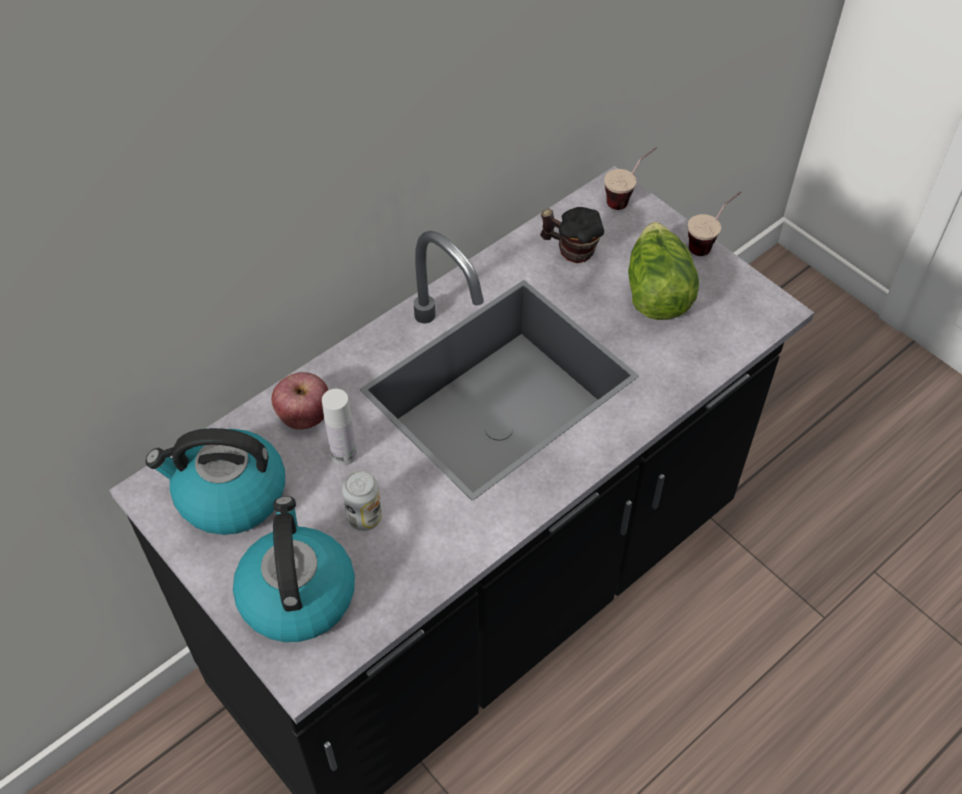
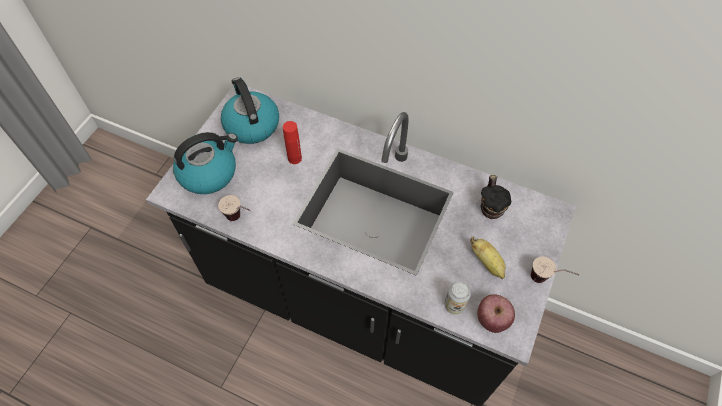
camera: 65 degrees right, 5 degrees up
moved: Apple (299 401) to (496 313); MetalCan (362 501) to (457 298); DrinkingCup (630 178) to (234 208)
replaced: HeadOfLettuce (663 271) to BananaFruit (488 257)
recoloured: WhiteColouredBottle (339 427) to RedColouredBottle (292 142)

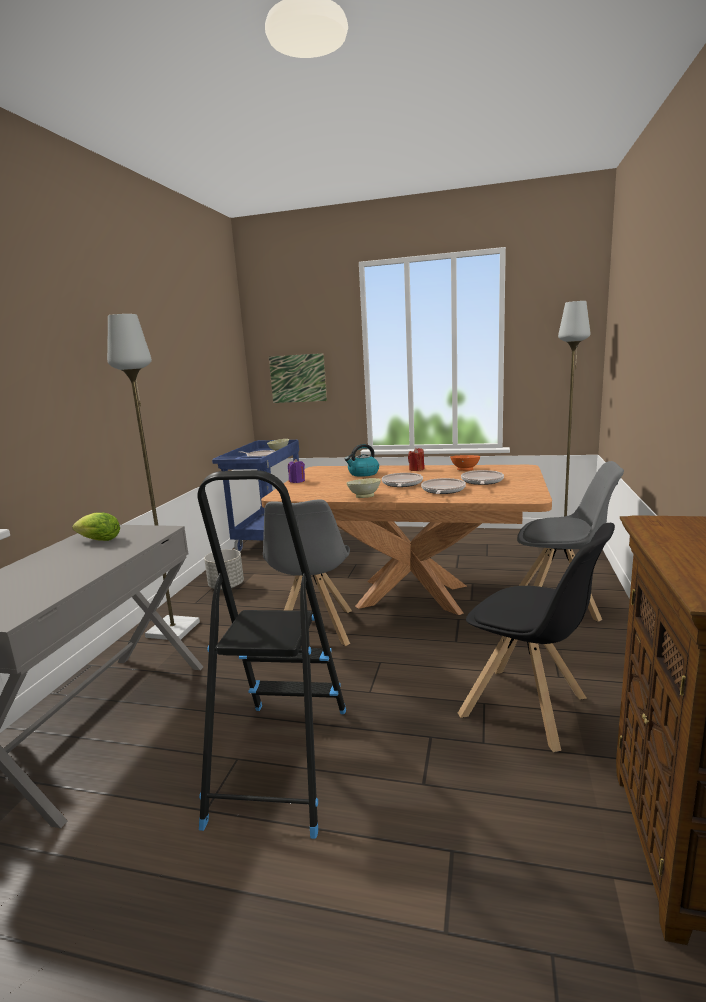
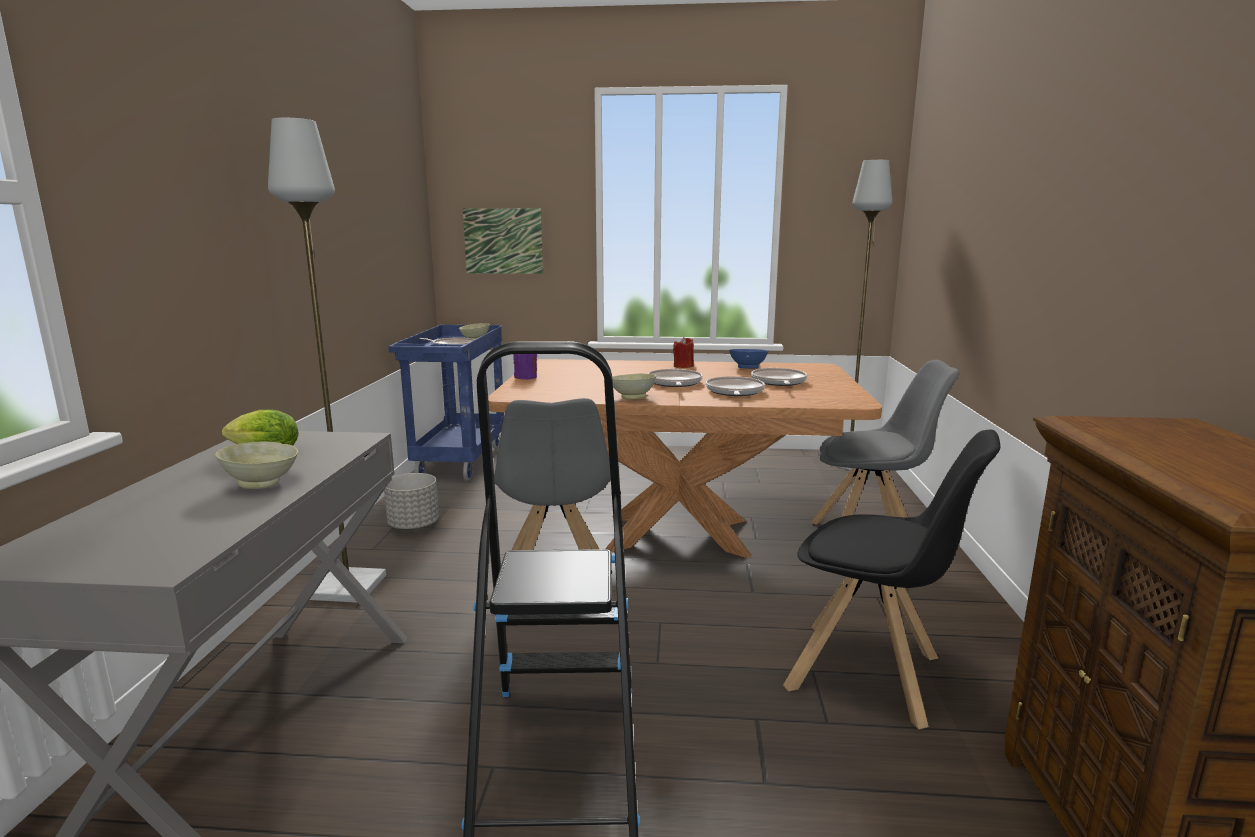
camera: 10 degrees left, 0 degrees up
removed: Kettle (362 460)
added: BeigeServingBowl (256 465)
recoloured: OrangeyServingBowl (465 463) to BlueServingBowl (748 359)

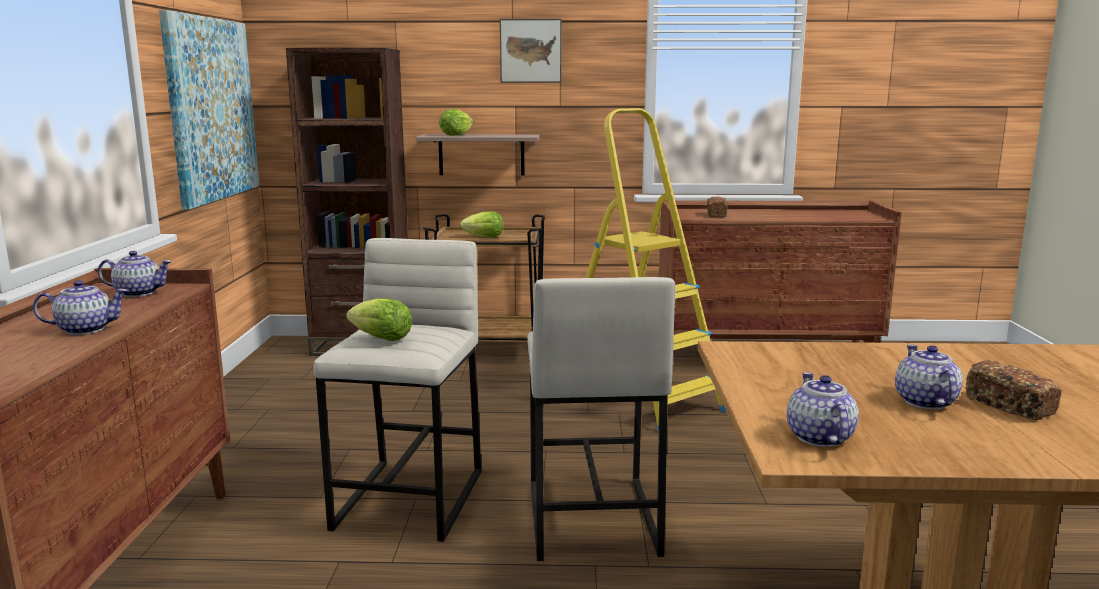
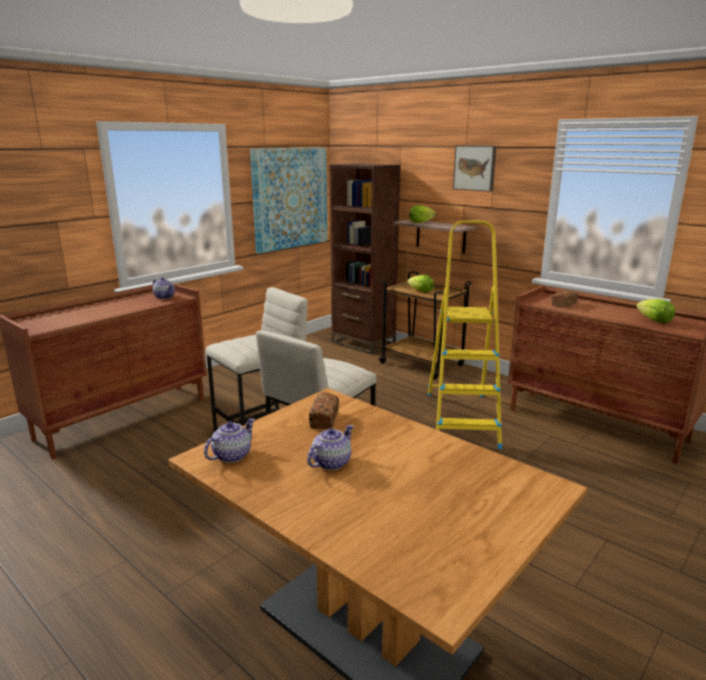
camera: 40 degrees right, 5 degrees up
removed: PotForTea (80 307)
moved: HeadOfLettuce (379 319) to (655 311); Bread (1013 390) to (324 411)

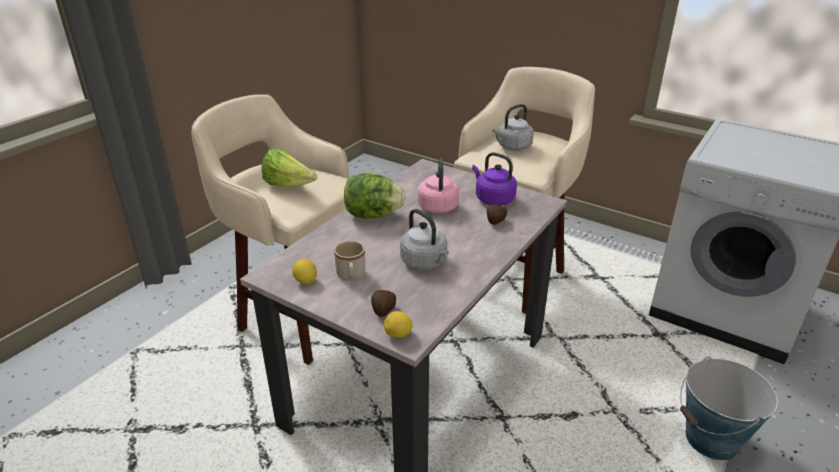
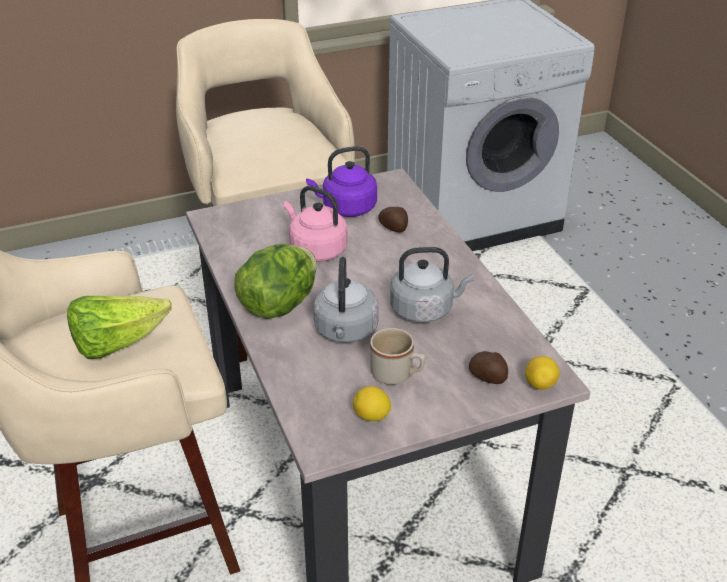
camera: 55 degrees left, 5 degrees up
removed: Bucket (729 408)
moved: GreyKettle (513 127) to (346 300)

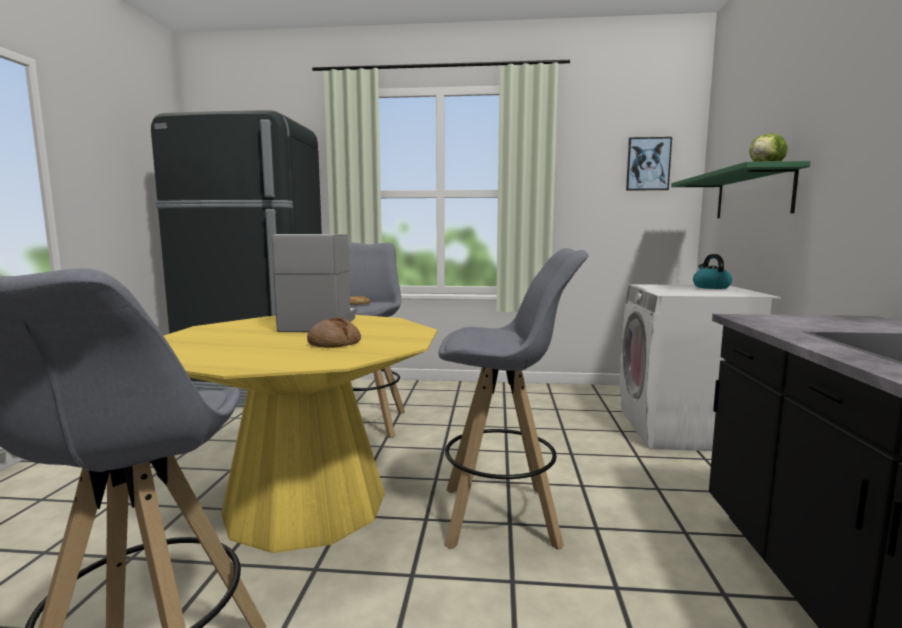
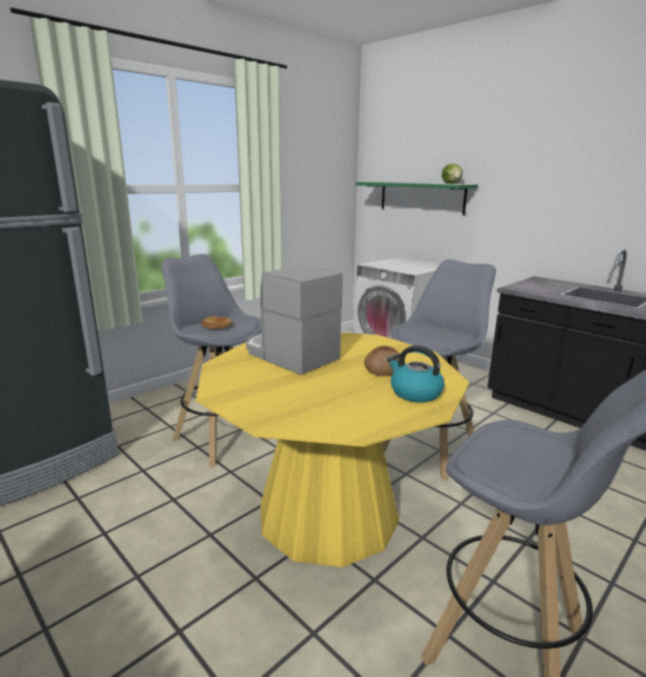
camera: 50 degrees left, 10 degrees up
removed: Picture (649 164)
moved: Kettle (712 271) to (415 373)

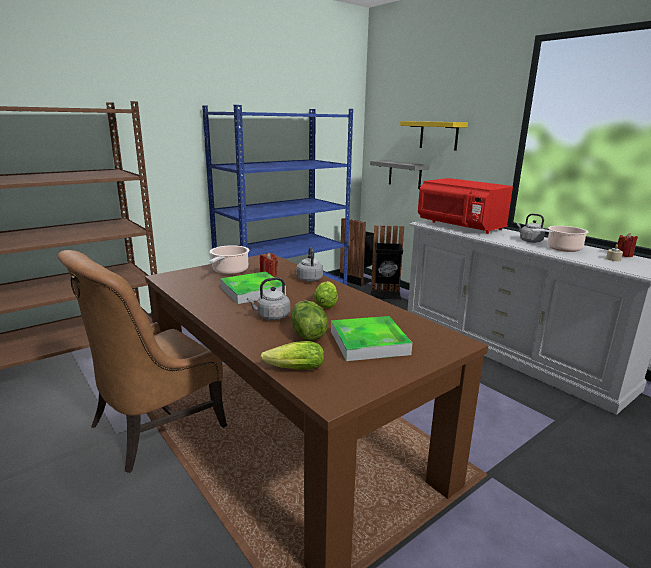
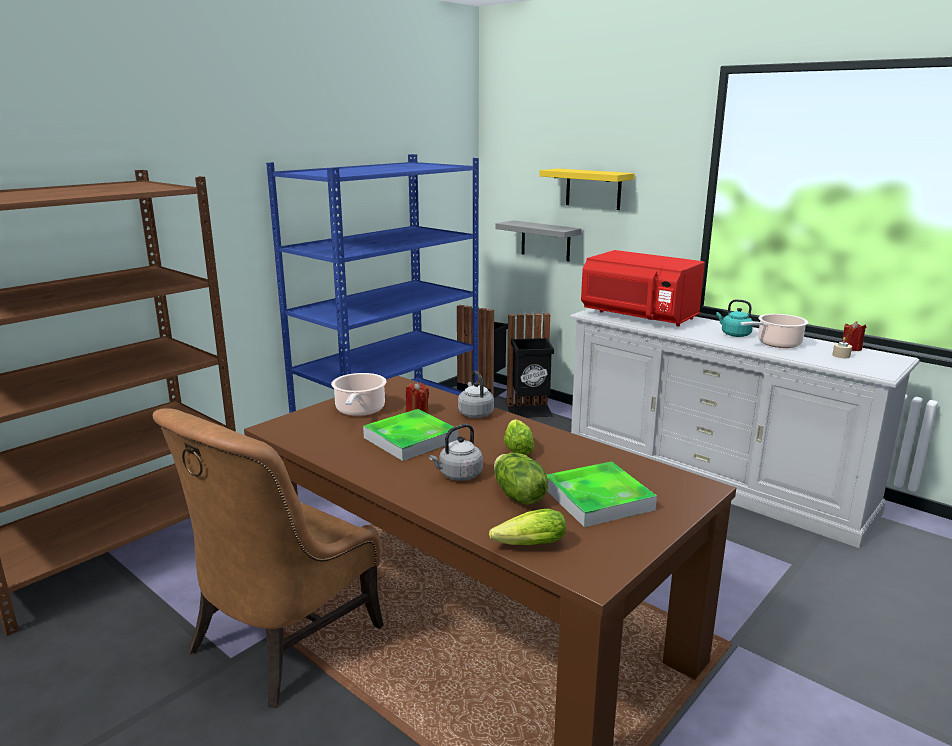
camera: 10 degrees left, 0 degrees up
recoloured: GreyKettle (531 228) to BlueGreenKettle (734 318)

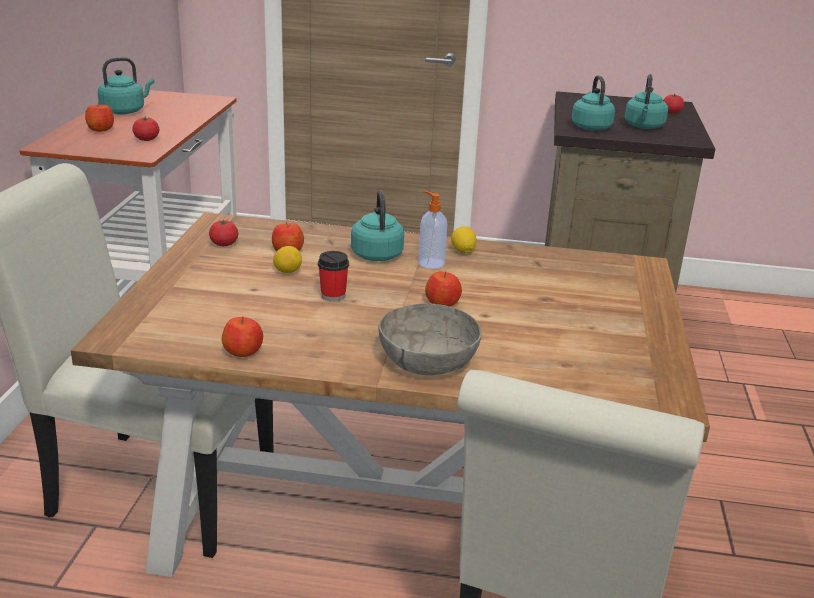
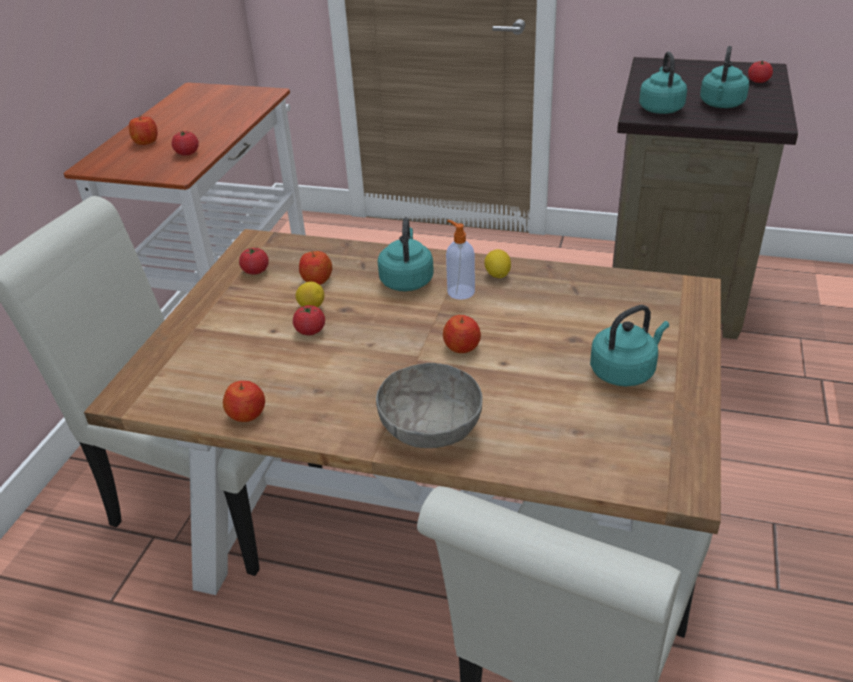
camera: 10 degrees right, 10 degrees up
removed: DrinkingCup (333 276)
added: FreshTomato (309 320)
moved: BlueGreenKettle (126 86) to (629 345)

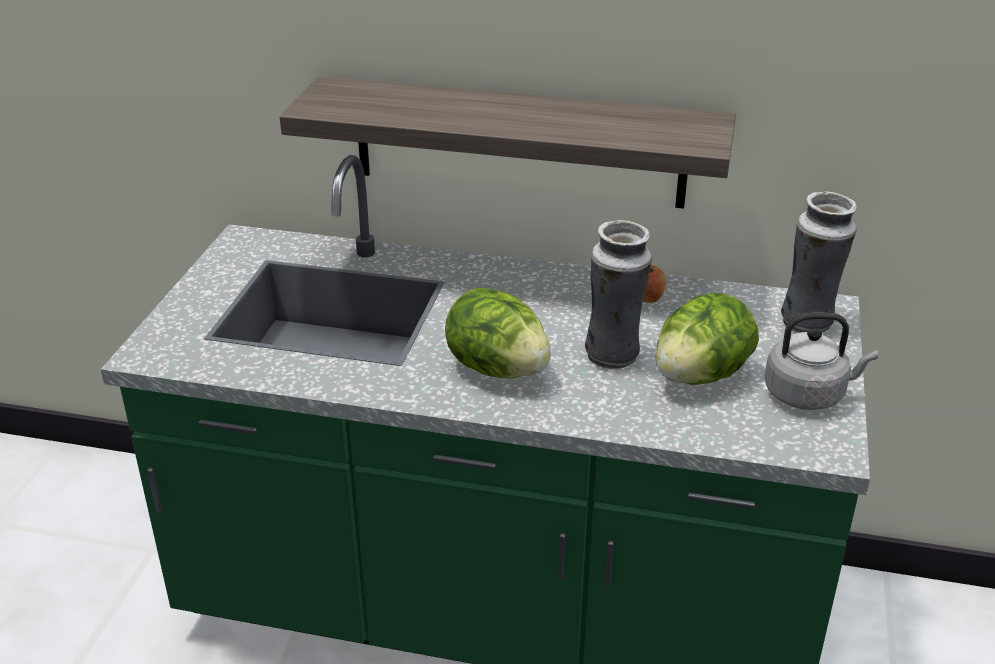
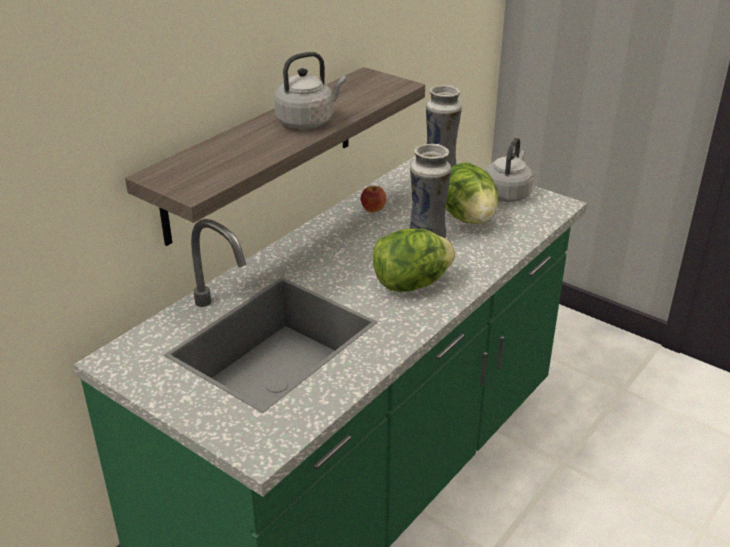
camera: 65 degrees left, 0 degrees up
added: GreyKettle (310 90)

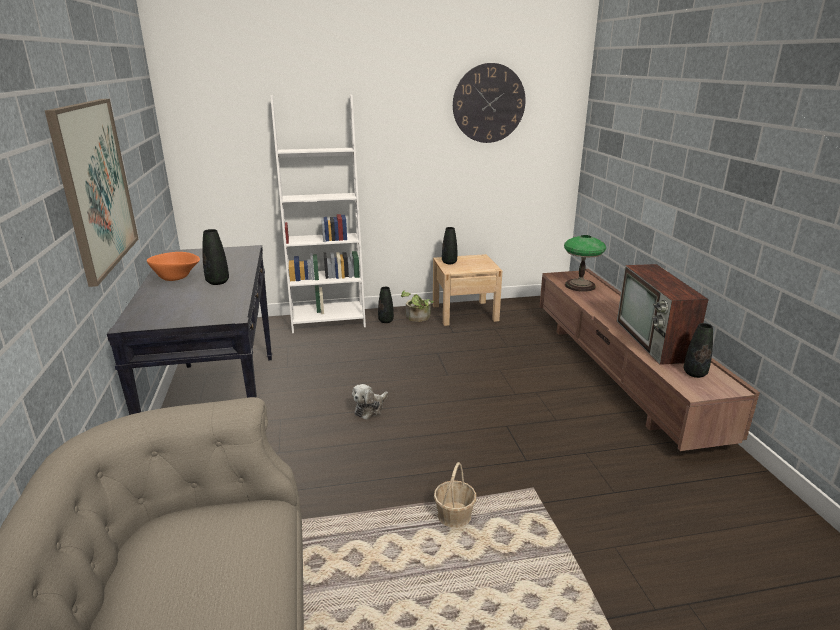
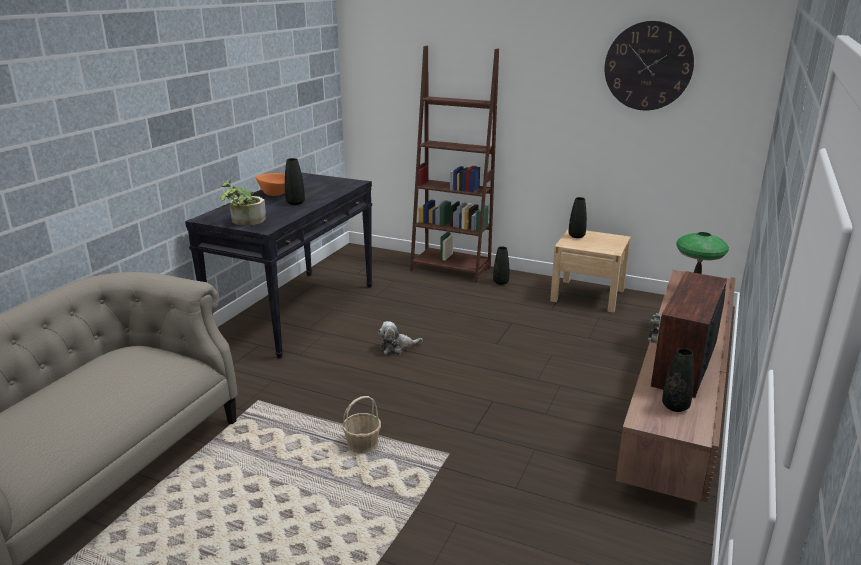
camera: 35 degrees right, 0 degrees up
removed: Picture (91 193)
moved: PottedPlant (417 306) to (243 203)
recoloured: WhiteColouredShelvingUnit (318 214) to BrownShelvingUnit (454 164)

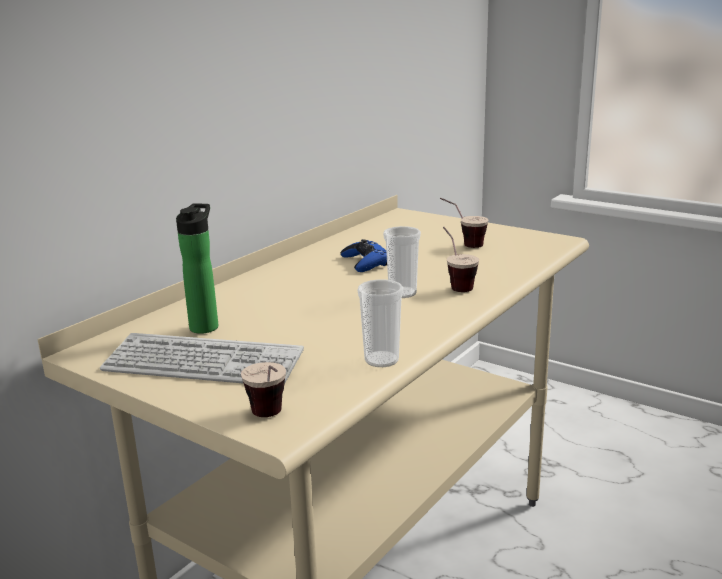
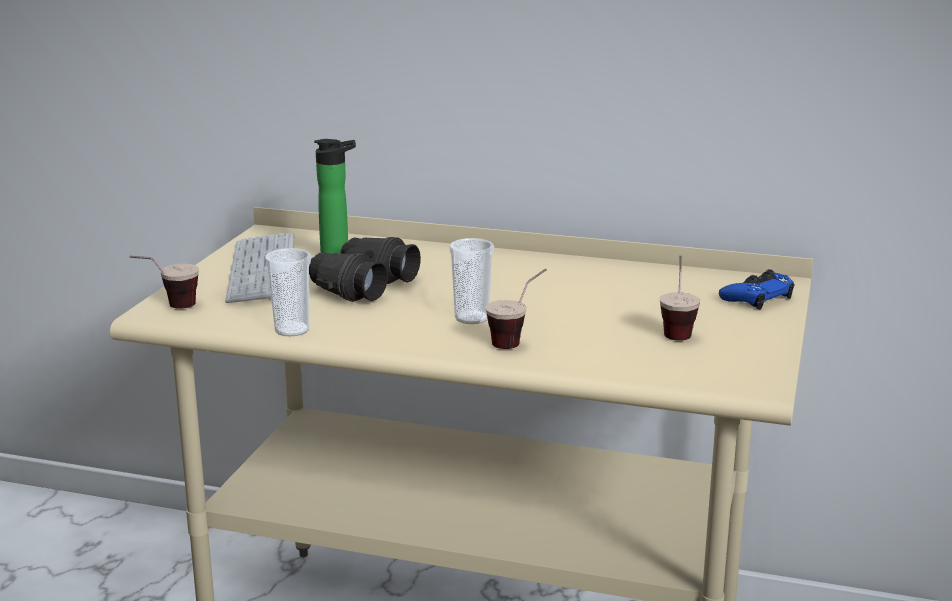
camera: 70 degrees right, 0 degrees up
added: BlackPairOfBinoculars (365 269)
moved: BlueGamepad (363 255) to (756 289)

